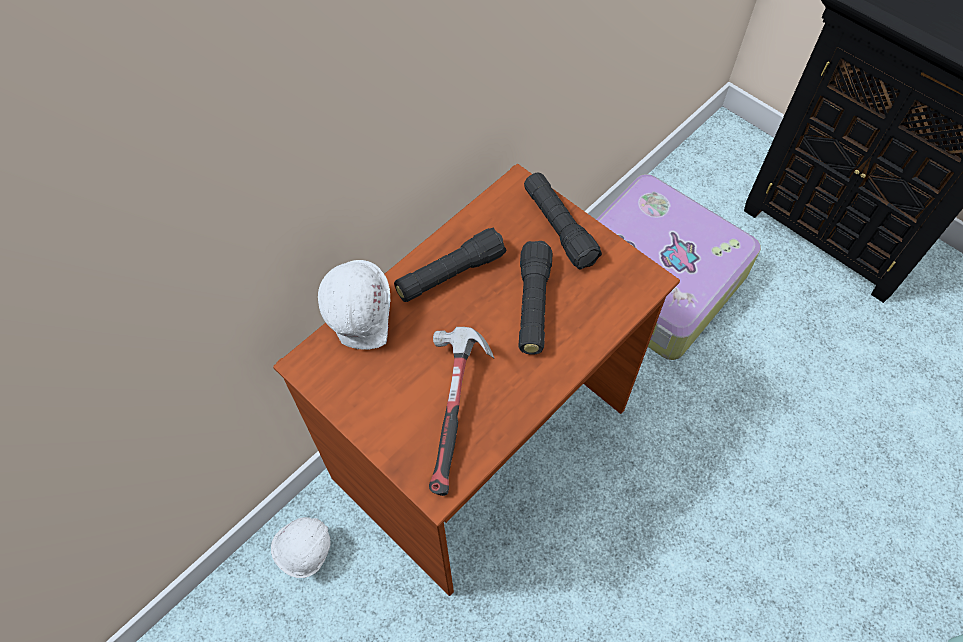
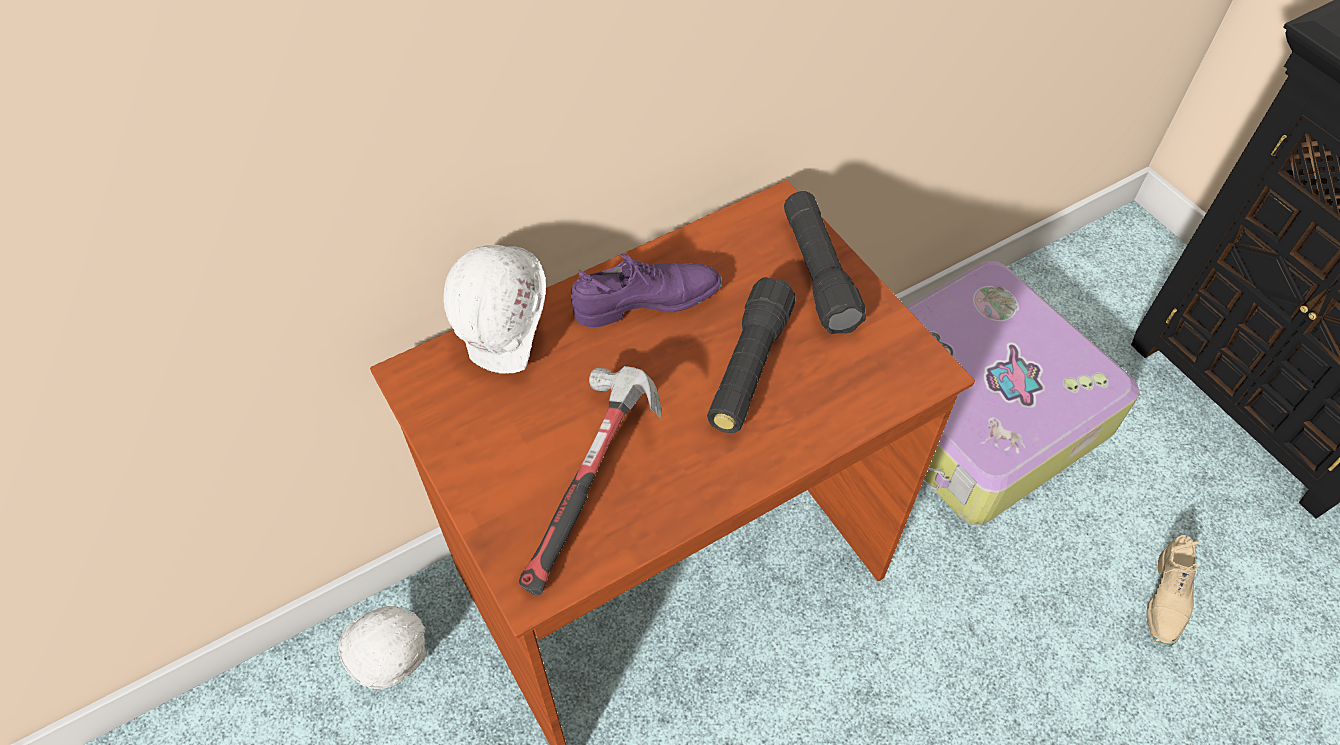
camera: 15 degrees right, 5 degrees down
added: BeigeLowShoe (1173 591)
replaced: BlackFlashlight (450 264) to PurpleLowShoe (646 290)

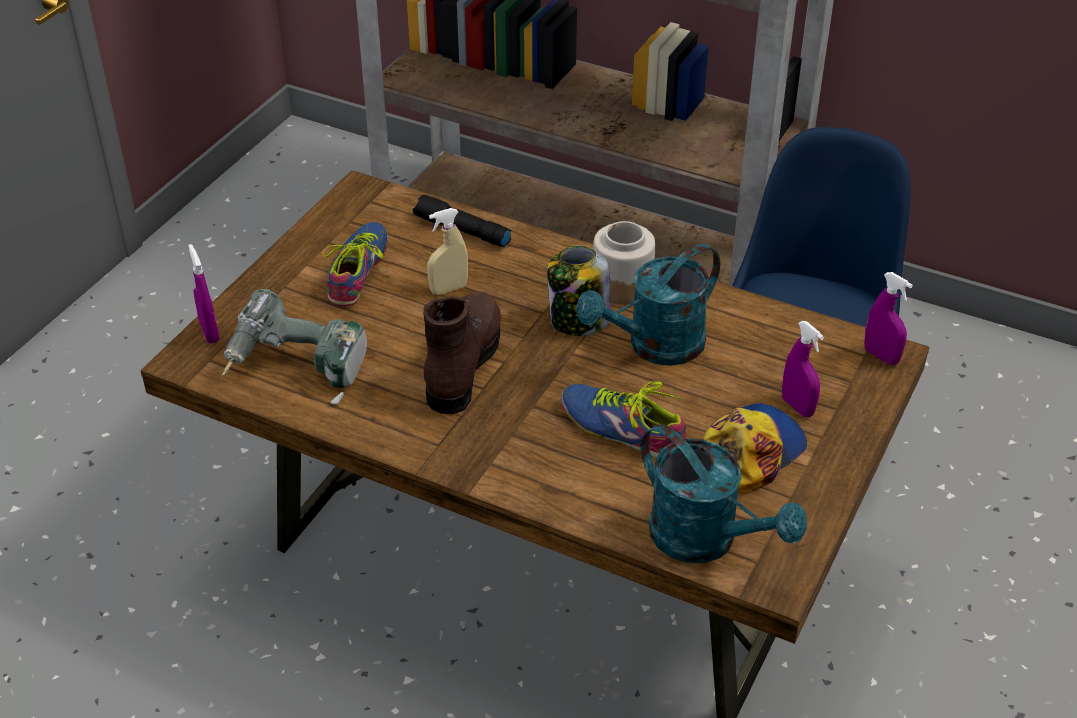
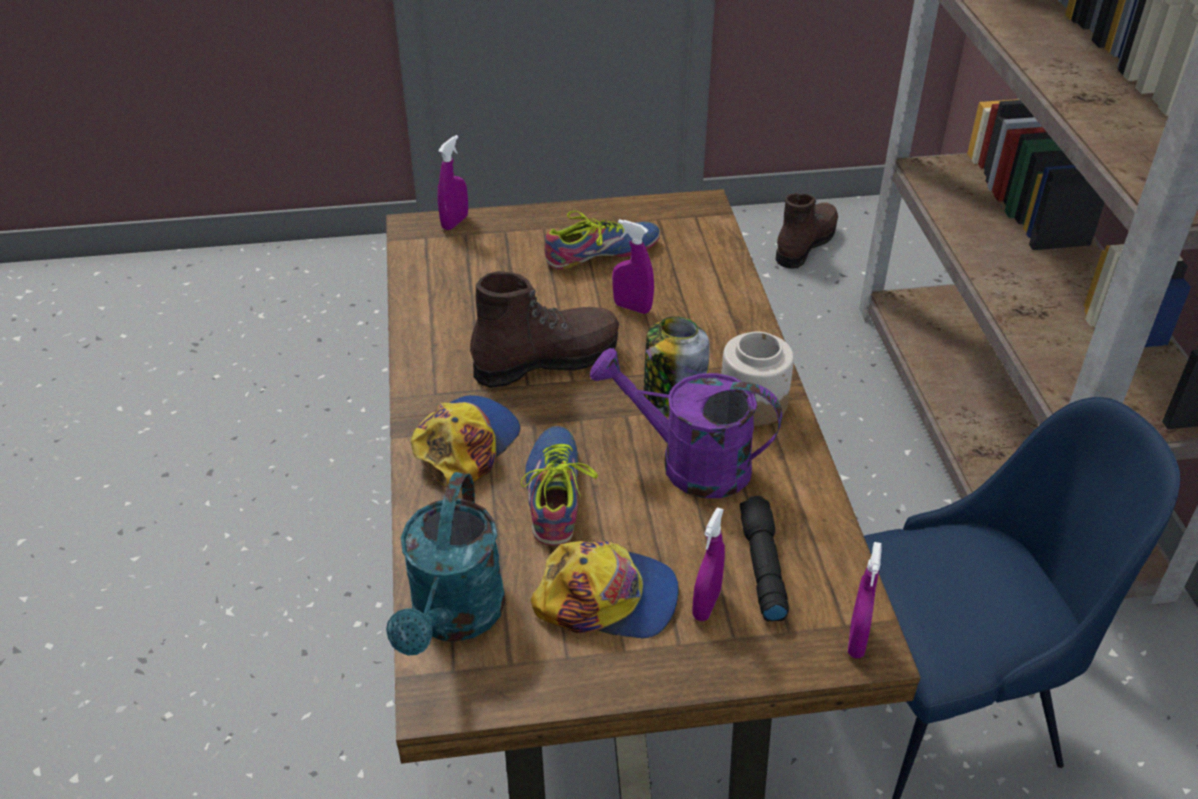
camera: 55 degrees right, 0 degrees up
removed: ElectricDrill (294 347)
added: BaseballCap (465 442); BrownHighTopBoot (807 231)
moved: BlackFlashlight (462 221) to (764 558)
recoloured: BeigeSprayBottle (447 251) to PurpleSprayBottle (633 266); BlueGreenSprinklingCan (648 305) to PurpleSprinklingCan (686 423)

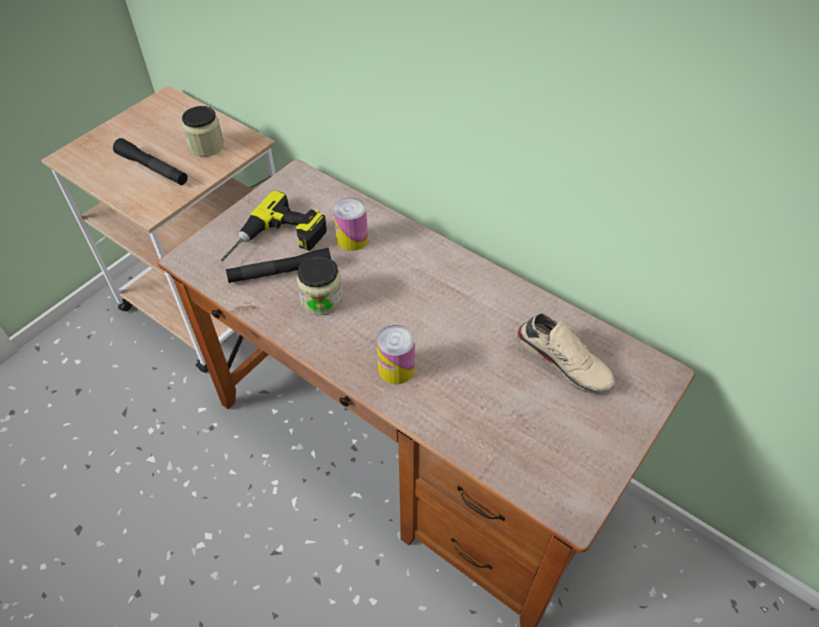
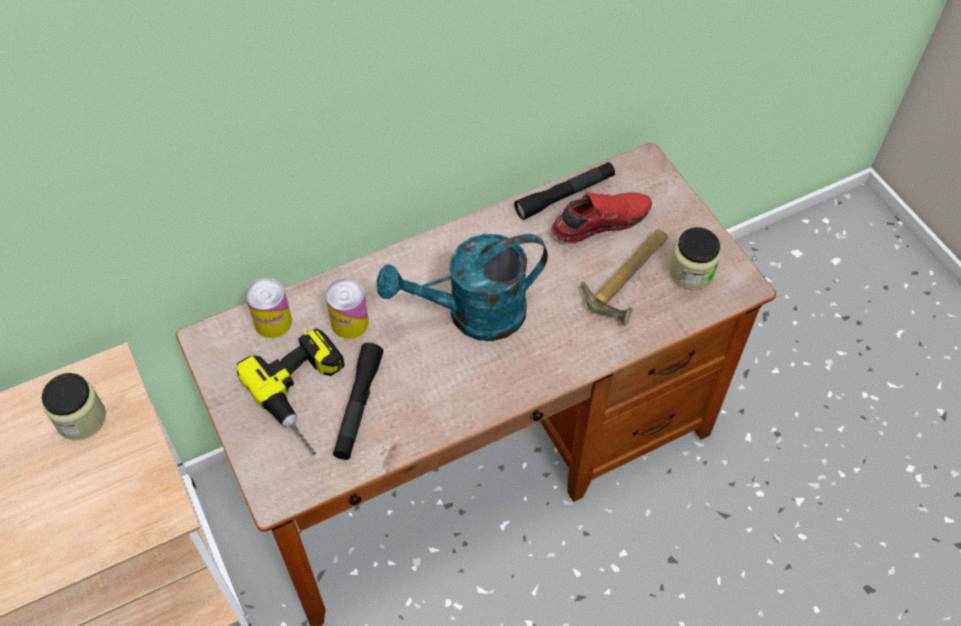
camera: 65 degrees left, 5 degrees up
added: BlueGreenSprinklingCan (462 287); Hammer (624 277)
moved: BlackFlashlight (150 161) to (564 191); Jar (320 286) to (695 258); MetalCan (396 354) to (269 308)
recoloured: BeigeLowShoe (565 354) to RedColouredLowShoe (601 217)

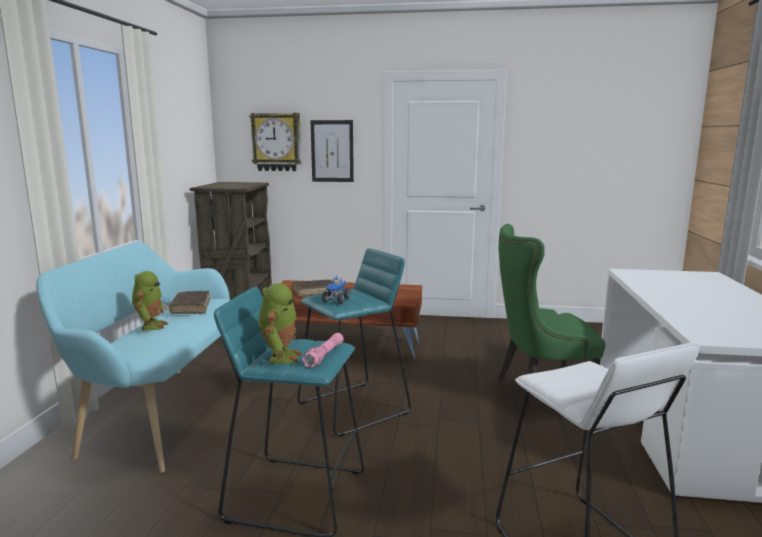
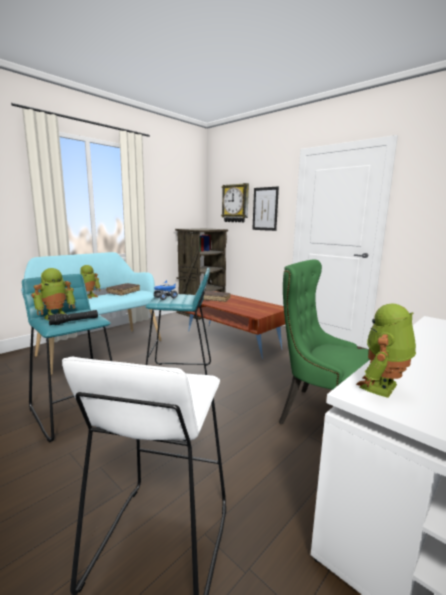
camera: 35 degrees right, 0 degrees up
added: ModelRobot (386 350)
recoloured: PinkishFlashlight (322 350) to BlackFlashlight (73 317)

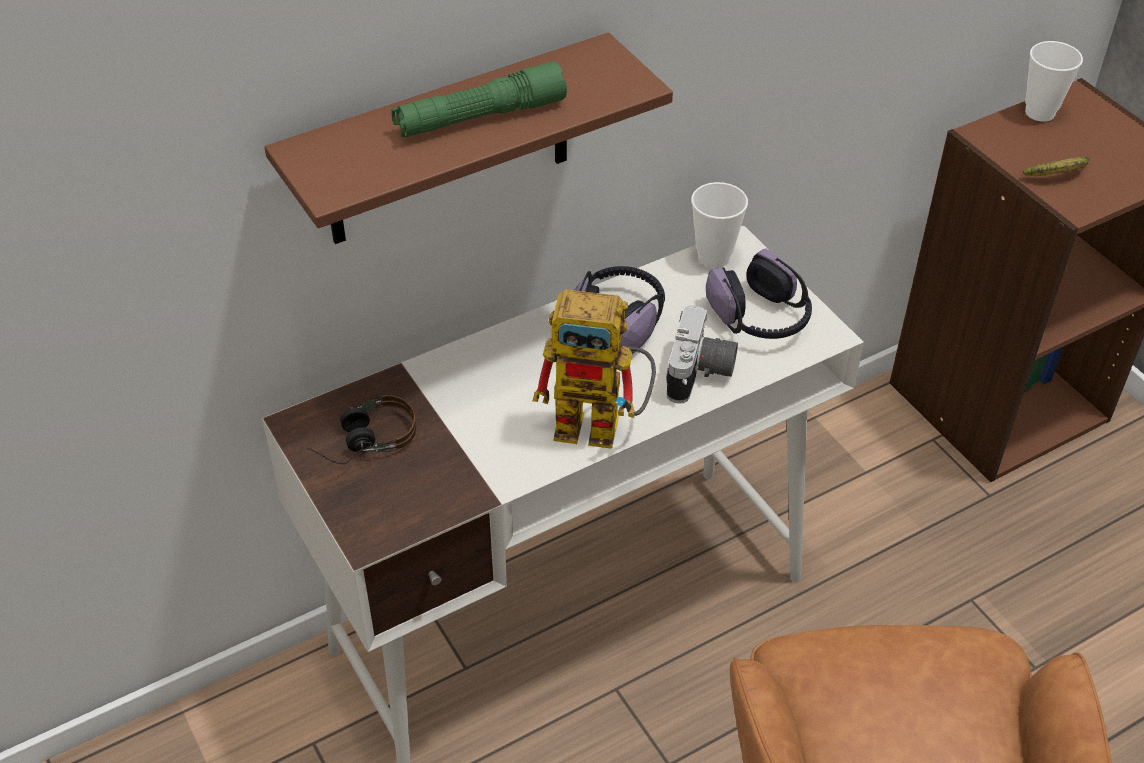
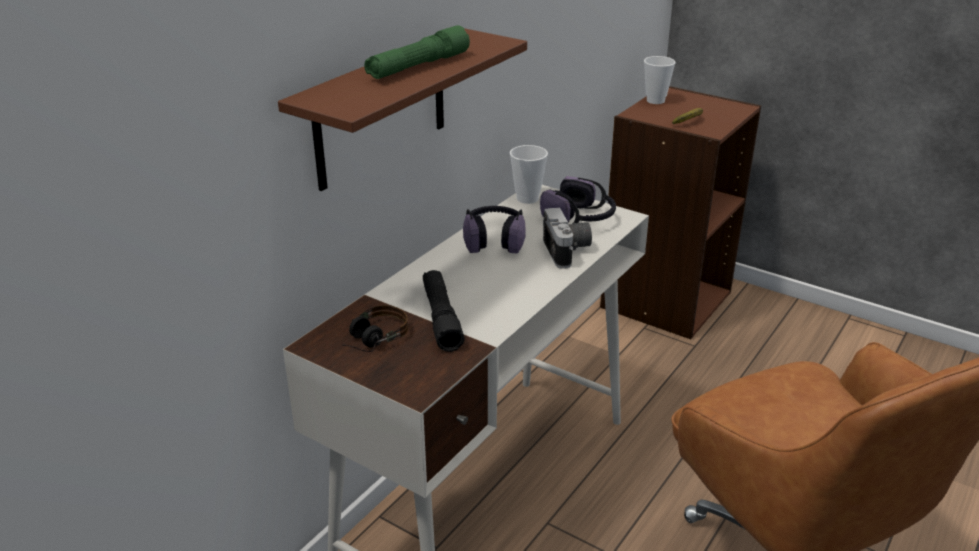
camera: 25 degrees left, 15 degrees down
removed: ModelRobot (594 369)
added: BlackFlashlight (443 311)

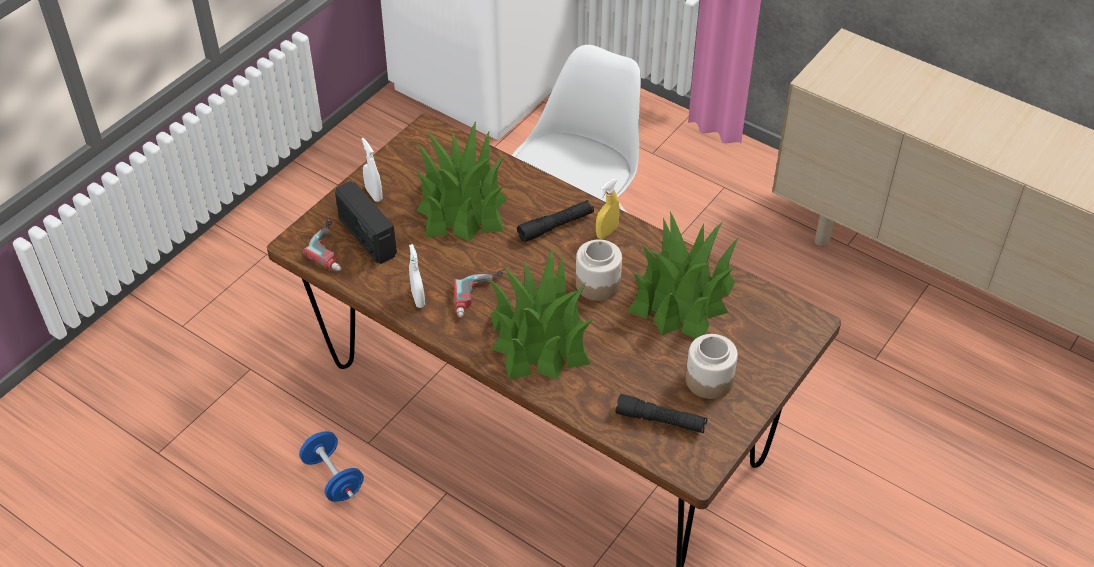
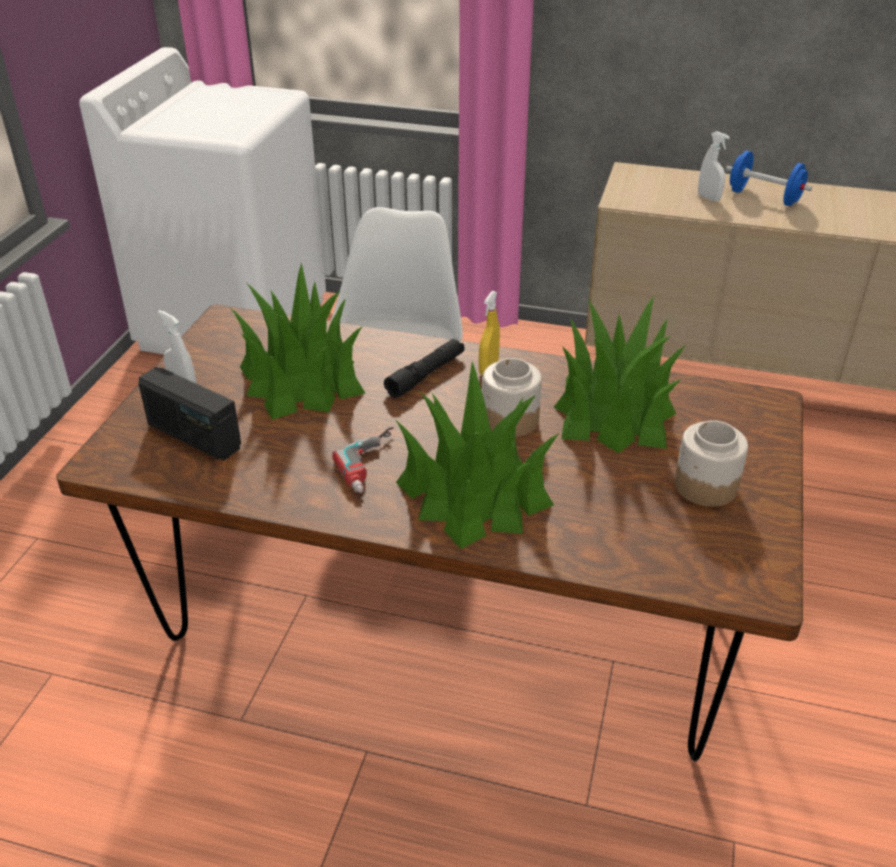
camera: 20 degrees left, 10 degrees down
removed: ElectricDrill (322 243); BlackFlashlight (661 413)
moved: BlueFreeWeight (331 466) to (769 178); WhiteColouredSprayBottle (417 276) to (714 166)

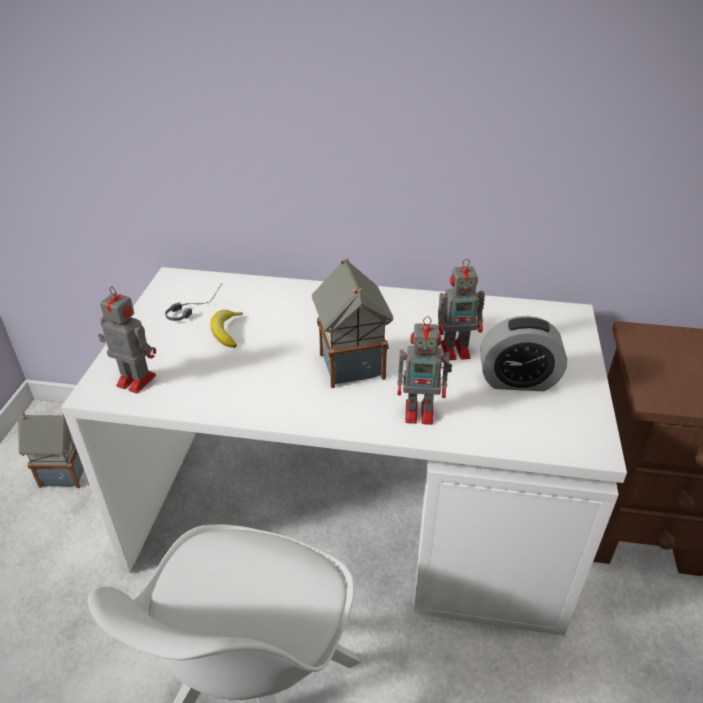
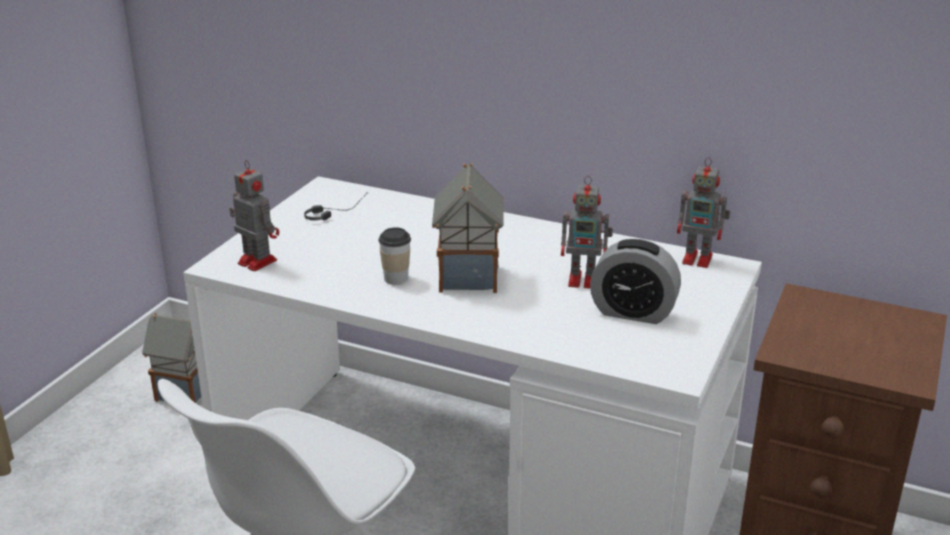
camera: 15 degrees right, 10 degrees down
removed: BananaFruit (226 329)
added: DrinkingCup (394 256)
moved: ModelRobot (424 370) to (703 212)

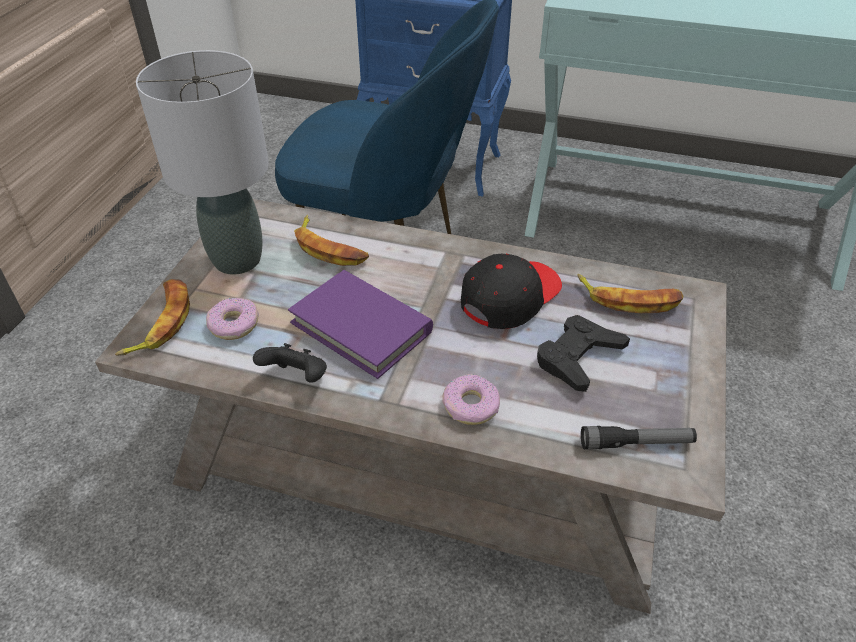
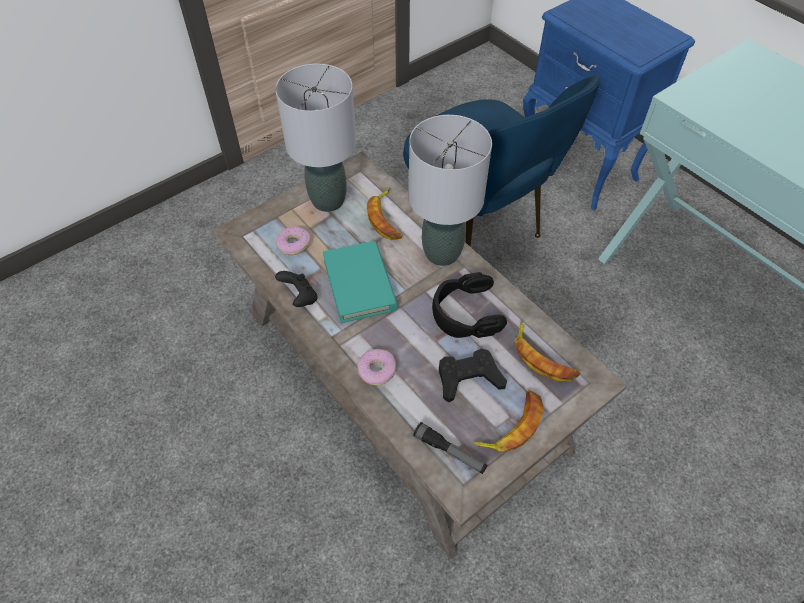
camera: 35 degrees right, 10 degrees up
added: GreyLampForATable (450 190)
moved: BananaFruit (152 317) to (508 421)
replaced: BlackBaseballCap (511 291) to BlackPairOfHeadphones (469 305)
recoloured: PurpleBook (360 324) to BlueGreenBook (360 282)

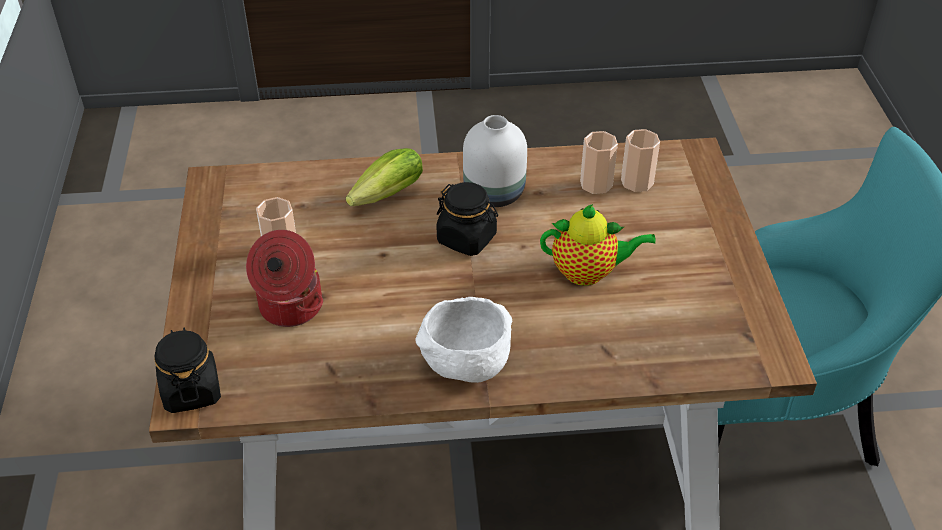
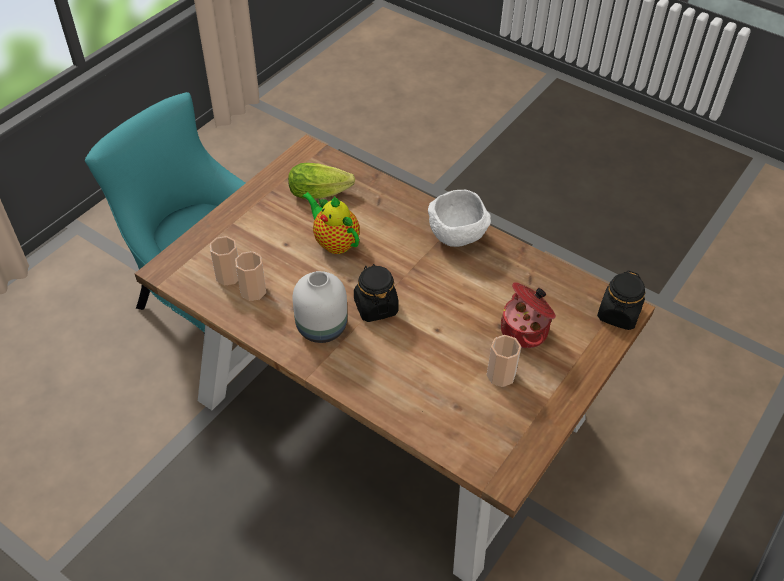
camera: 140 degrees left, 5 degrees up
moved: HeadOfLettuce (384 177) to (321 181)

